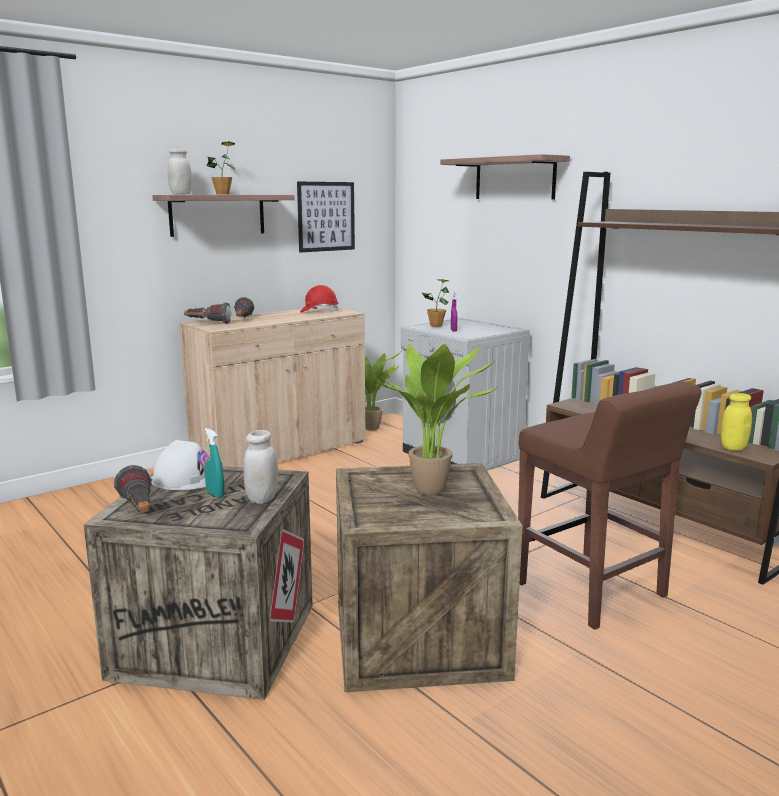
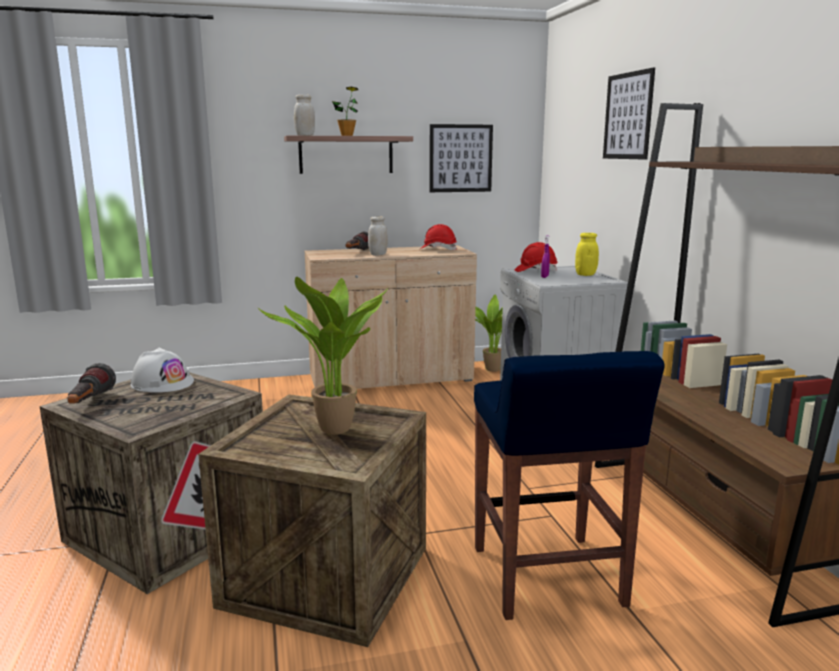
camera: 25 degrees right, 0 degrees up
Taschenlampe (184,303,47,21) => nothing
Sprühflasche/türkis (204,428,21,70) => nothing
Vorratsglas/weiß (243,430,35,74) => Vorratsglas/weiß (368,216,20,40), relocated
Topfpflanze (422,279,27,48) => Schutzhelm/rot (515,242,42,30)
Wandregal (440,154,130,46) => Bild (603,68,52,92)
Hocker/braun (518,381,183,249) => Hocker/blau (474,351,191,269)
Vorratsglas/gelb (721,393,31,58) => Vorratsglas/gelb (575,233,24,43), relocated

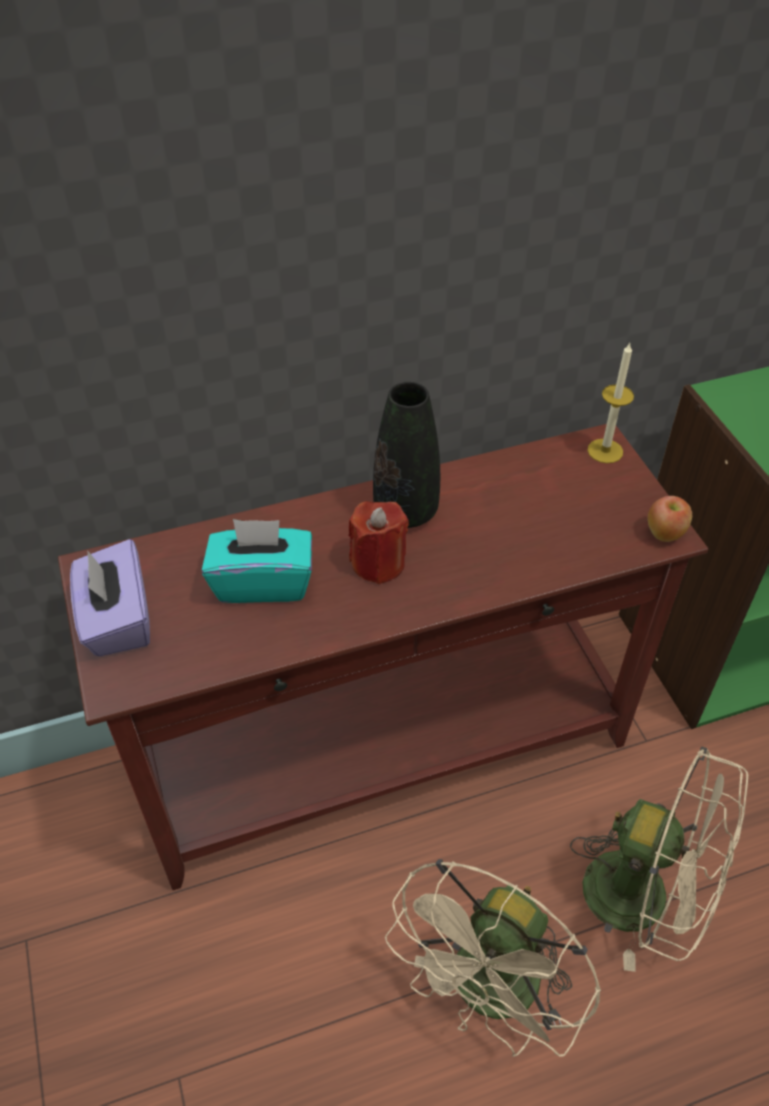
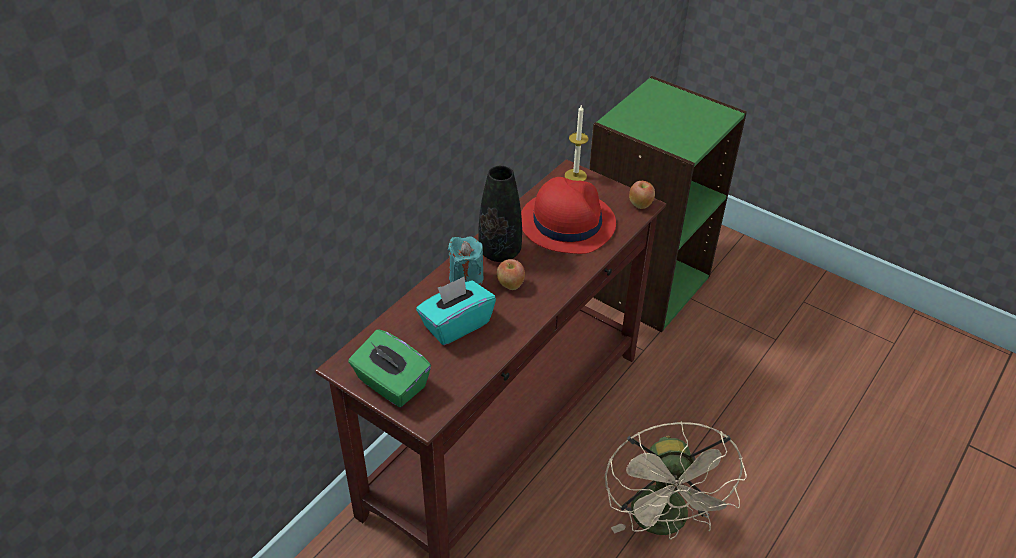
camera: 35 degrees left, 5 degrees down
Taschentuchbox/lila (70,539,80,118) => Taschentuchbox/grün (348,329,83,78)
Kerze/rot (349,501,60,83) => Apfel (497,259,28,31)
Ventilator/beige (570,747,178,225) => nothing
nothing => Kerze/türkis (448,236,36,49)
nothing => Hut/rot (521,177,95,77)

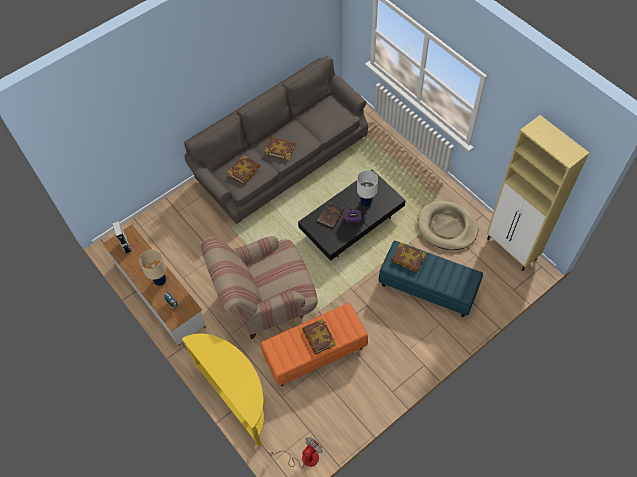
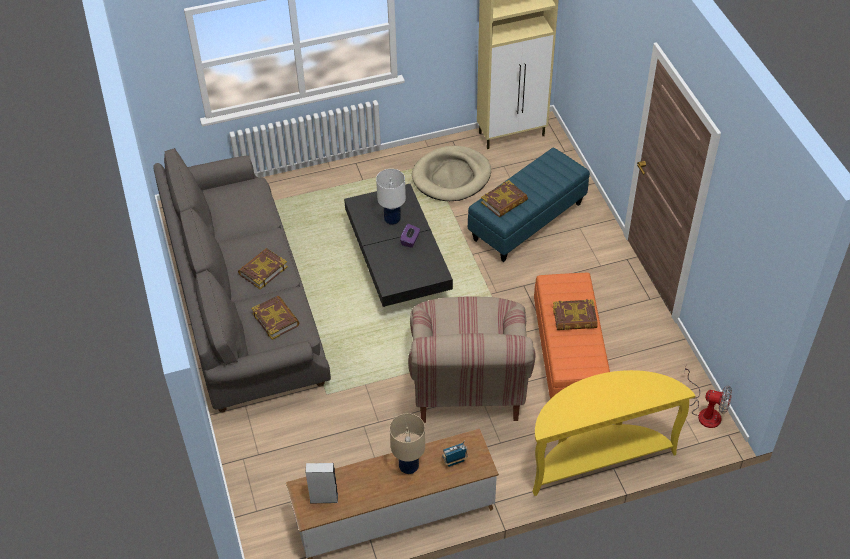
camera: 70 degrees left, 10 degrees down
Ventilator (268,437,55,31) => Ventilator (684,367,48,61), 135 degrees clockwise
Buch/braun (317,202,27,26) => nothing

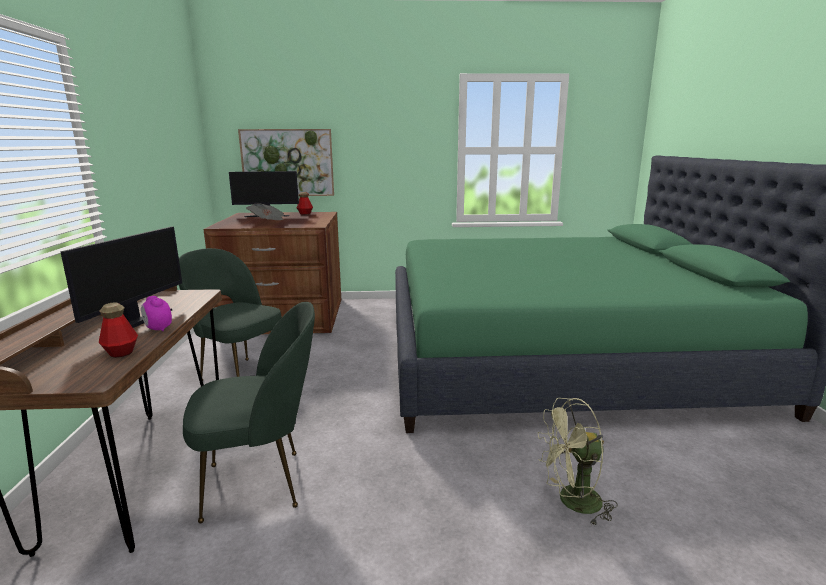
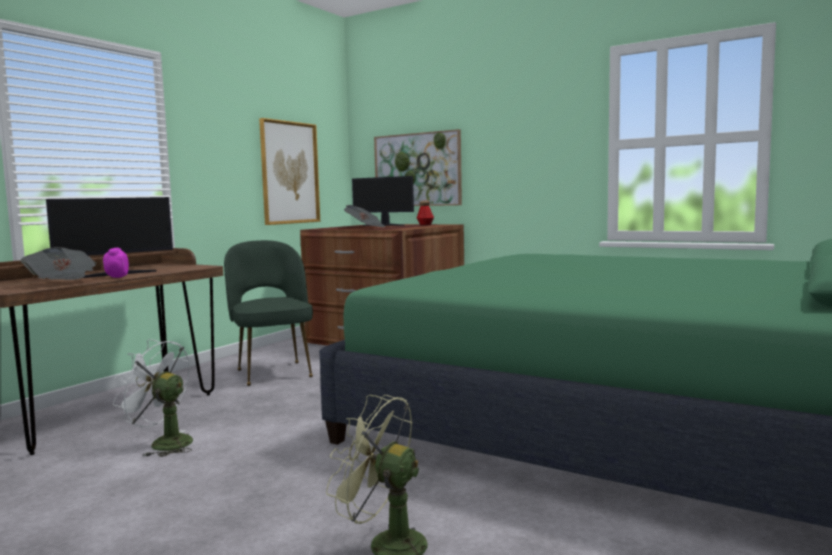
camera: 35 degrees right, 10 degrees down
Flasche (99,302,39,56) => Zeitung (20,247,77,33)
Stuhl/grün (183,302,132,221) => Ventilator/weiß (113,339,80,118)
nothing => Bild (259,118,61,107)

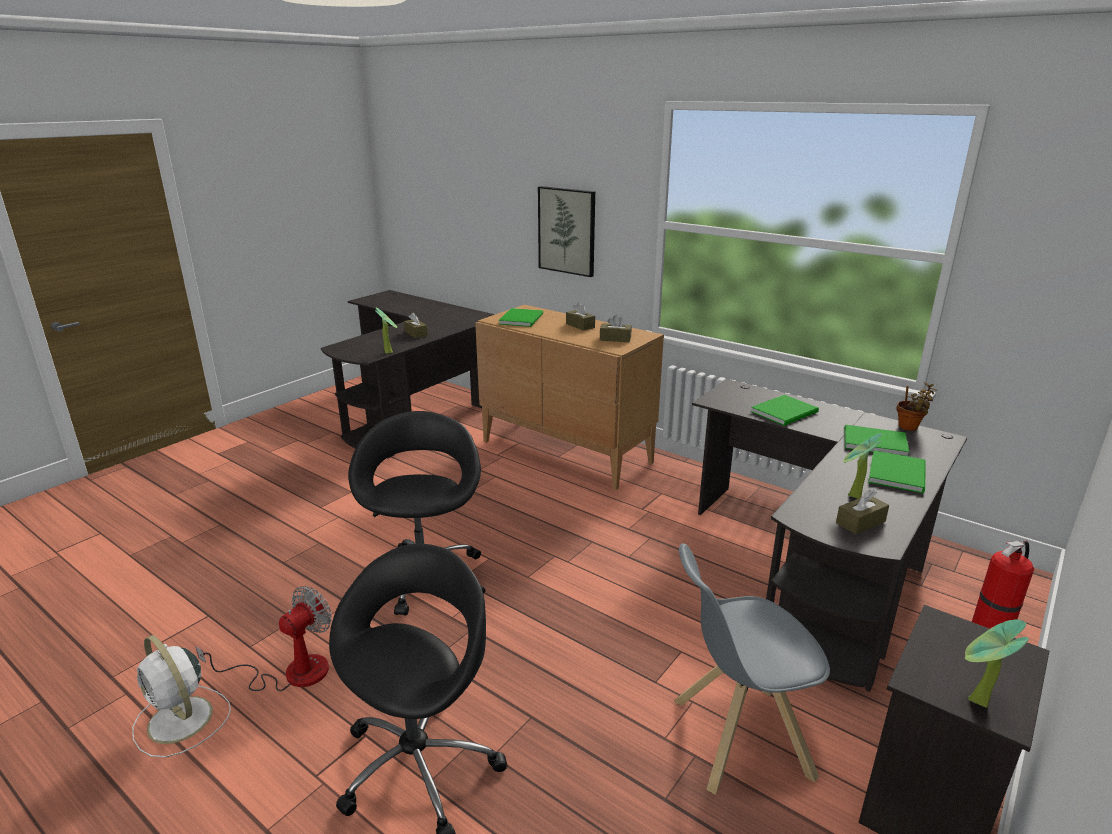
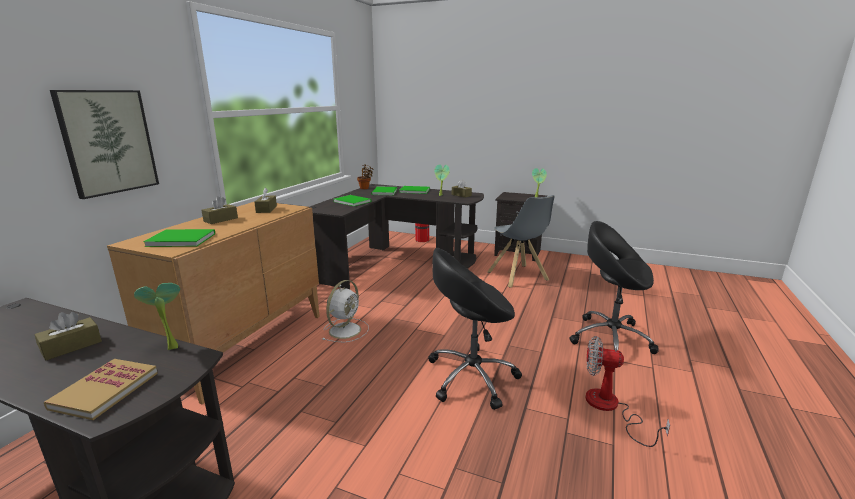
camera: 105 degrees left, 5 degrees down
Ventilator/weiß (132,635,99,122) => Ventilator/weiß (322,280,47,63), relocated
nothing => Buch (44,359,114,61)

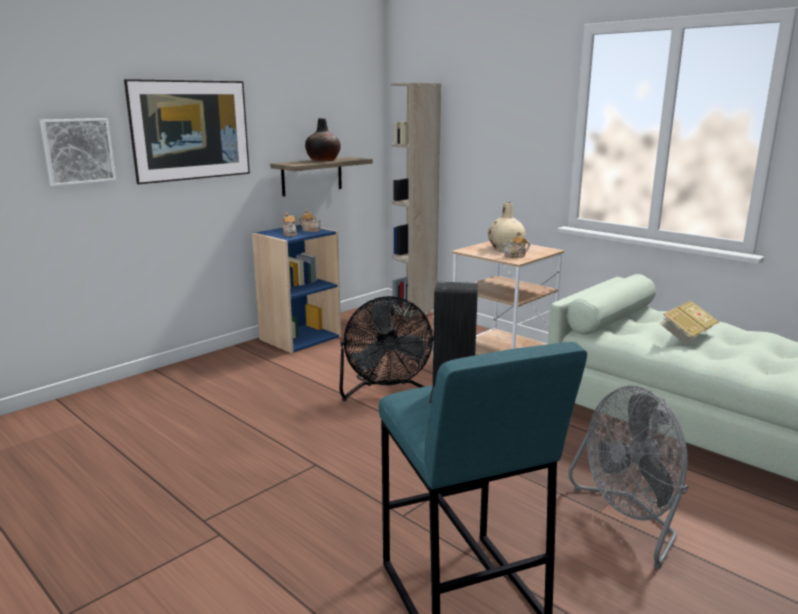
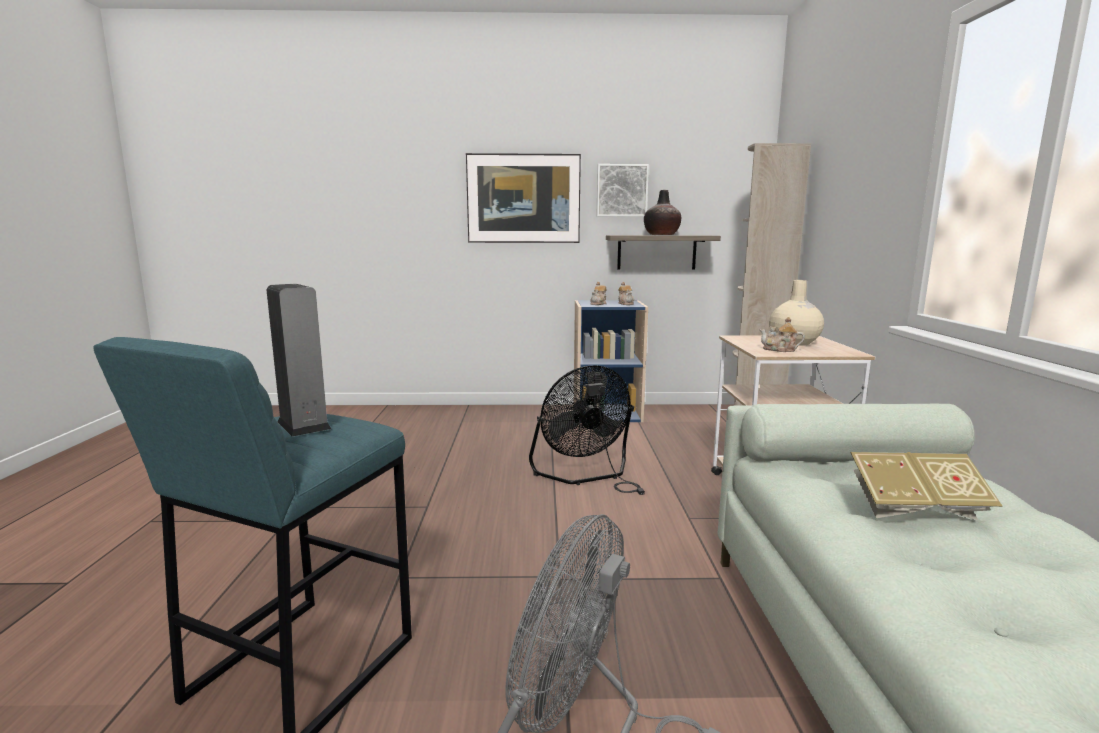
camera: 45 degrees right, 5 degrees down
Bild (39,118,77,68) => Bild (597,164,52,53), relocated
Ventilator/schwarz (339,296,95,105) => Ventilator/schwarz (529,366,116,129), 120 degrees clockwise

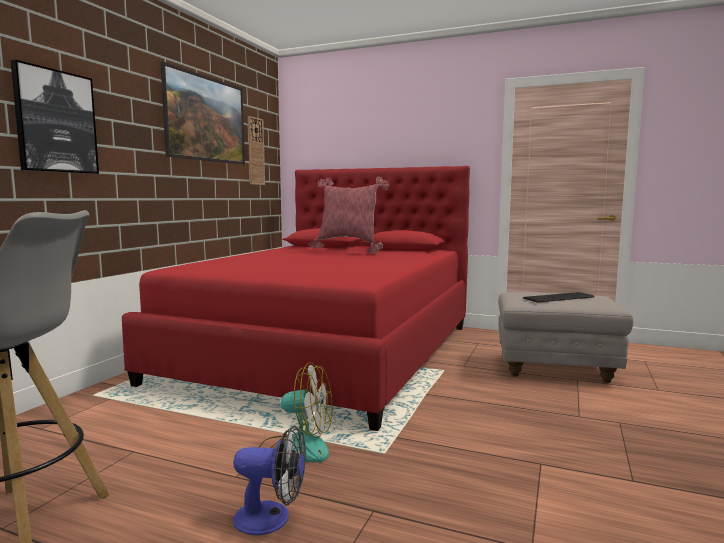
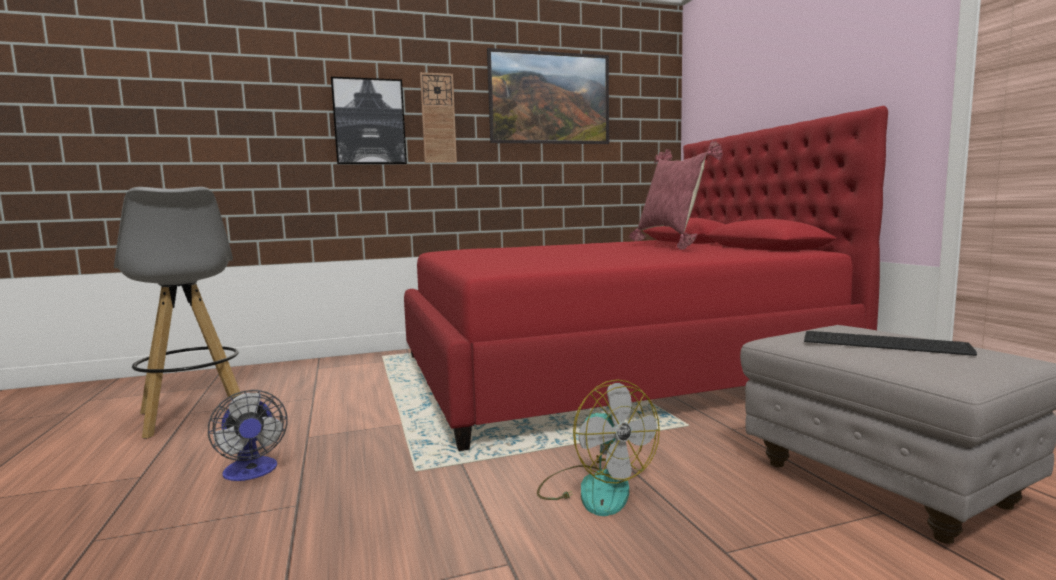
camera: 50 degrees right, 0 degrees up
Wanduhr (248,116,17,69) => Wanduhr (420,72,37,91), relocated
Ventilator (259,362,74,101) => Ventilator (537,379,123,137), relocated

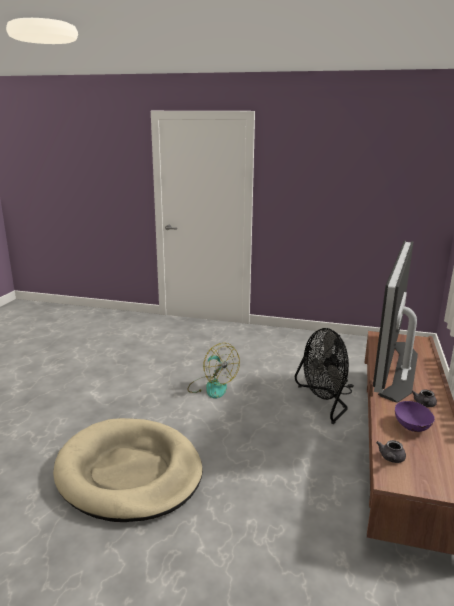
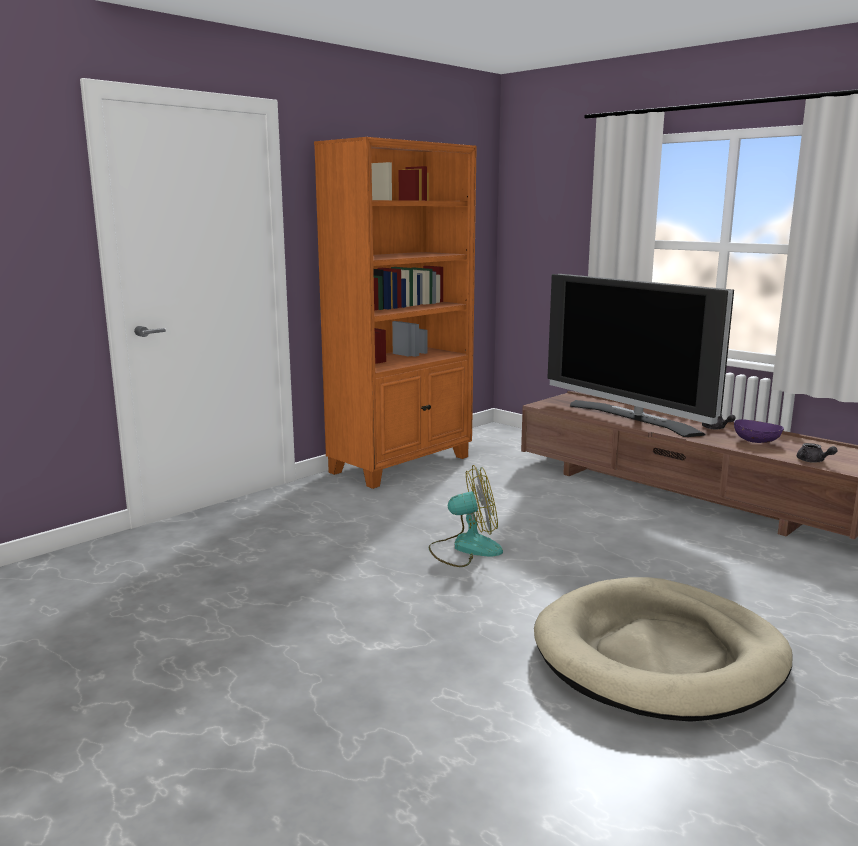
camera: 60 degrees left, 5 degrees down
Ventilator/schwarz (295,328,58,96) => nothing
nothing => Bücherregal/orange (314,137,163,352)

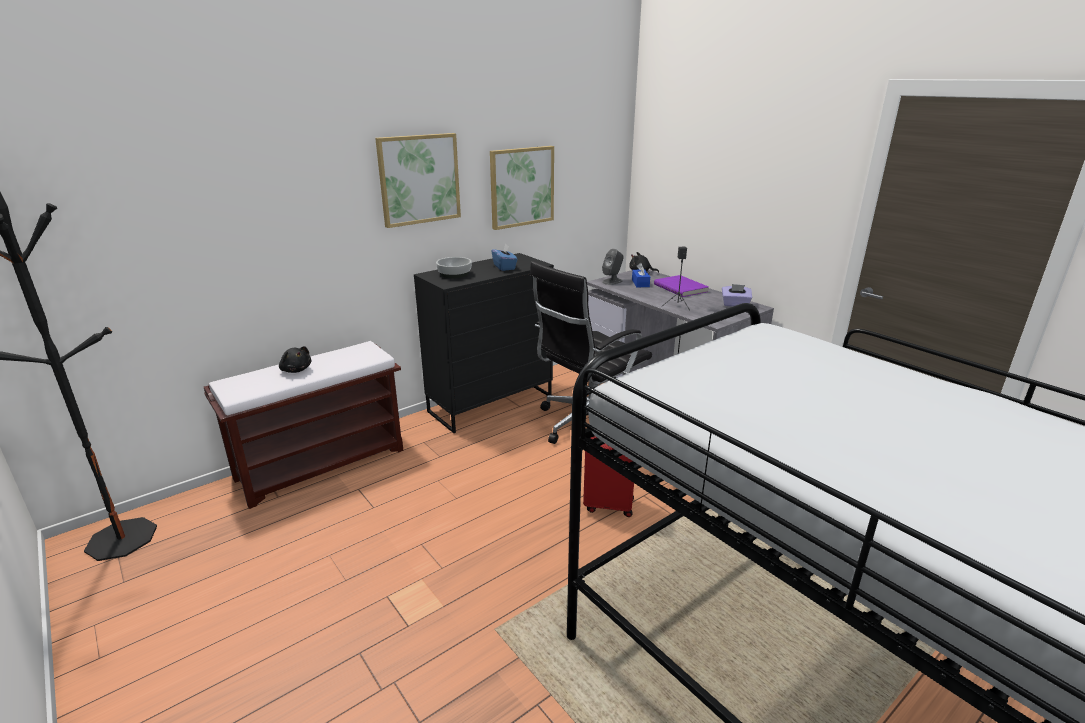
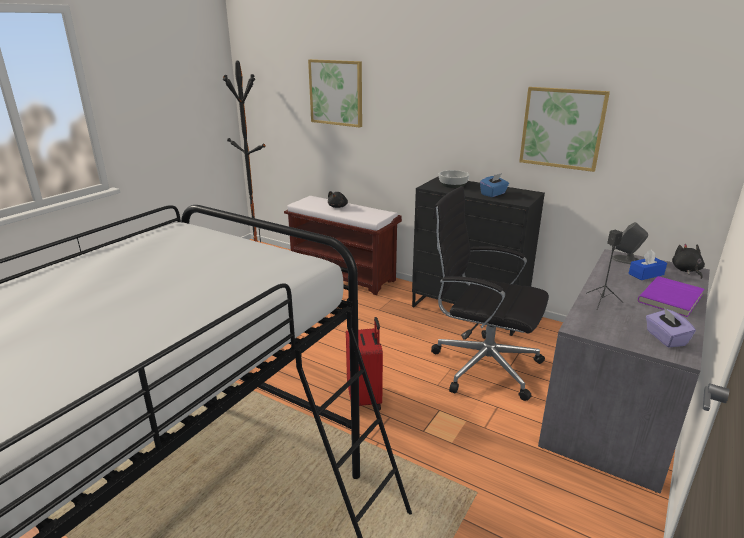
camera: 70 degrees right, 0 degrees up
Bild (375,133,86,95) => Bild (308,59,54,69), relocated

